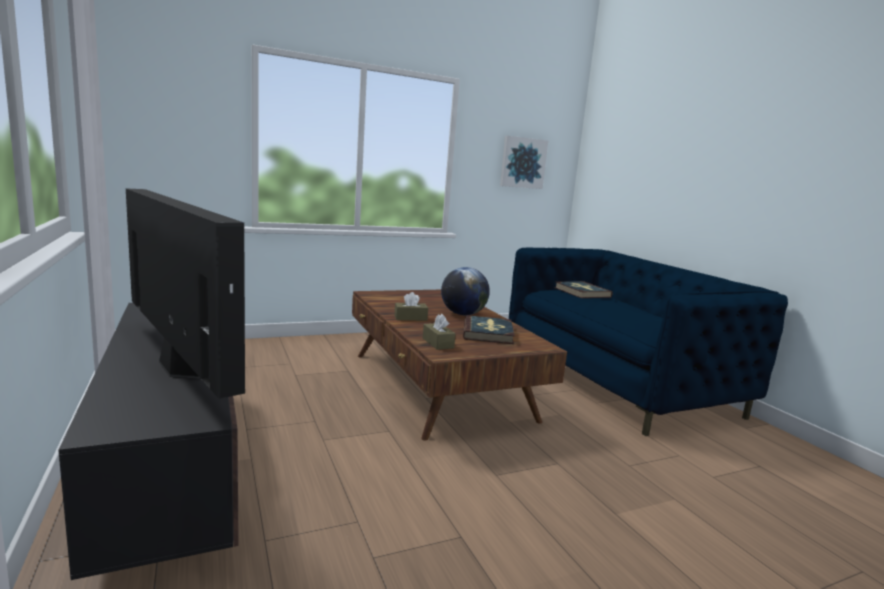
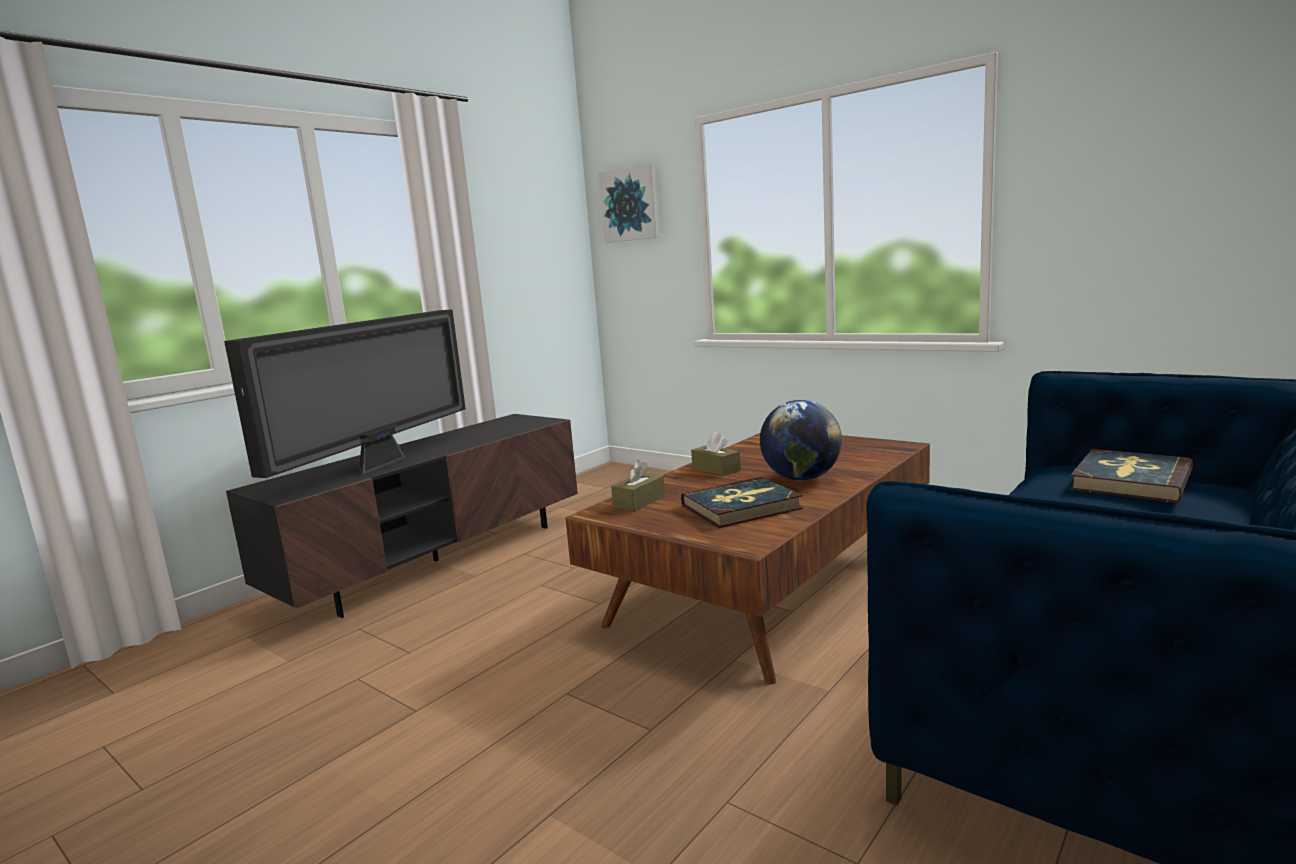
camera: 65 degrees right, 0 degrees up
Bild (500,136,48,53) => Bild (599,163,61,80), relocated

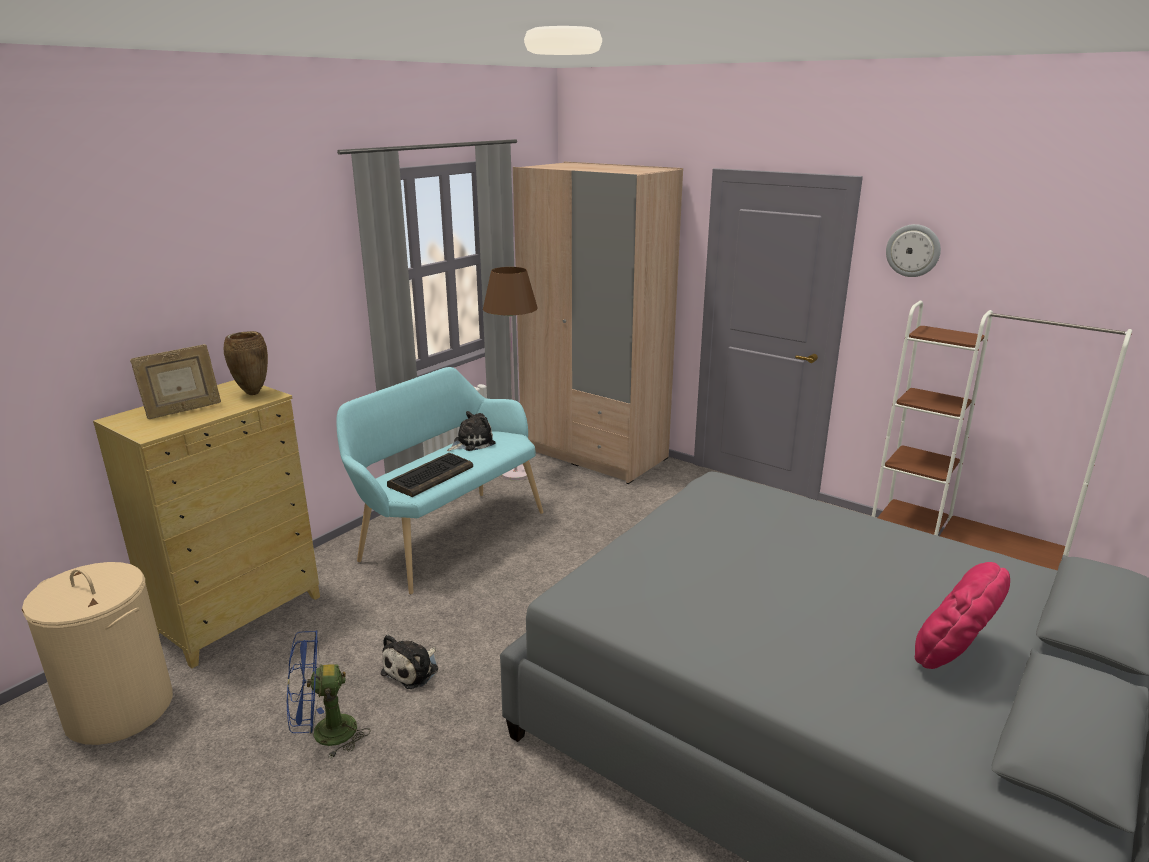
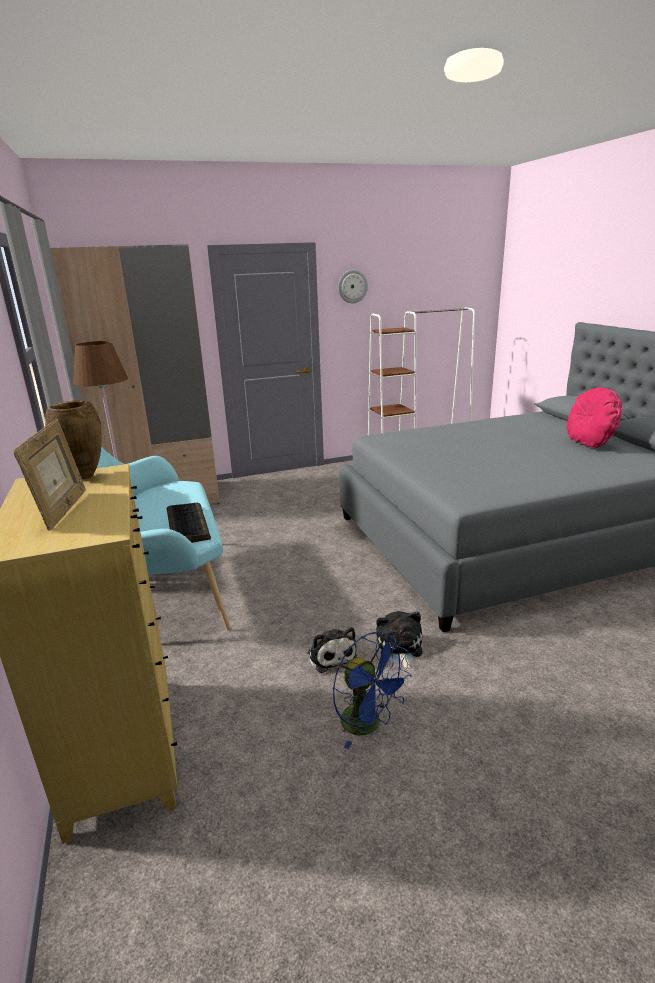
camera: 55 degrees left, 0 degrees up
Wäschekorb/beige (22,562,151,183) => nothing
Ventilator/blau (287,630,84,128) => Ventilator/blau (333,632,79,117), 60 degrees counterclockwise
Plüschtier (447,411,49,40) => Plüschtier (376,611,47,59), relocated

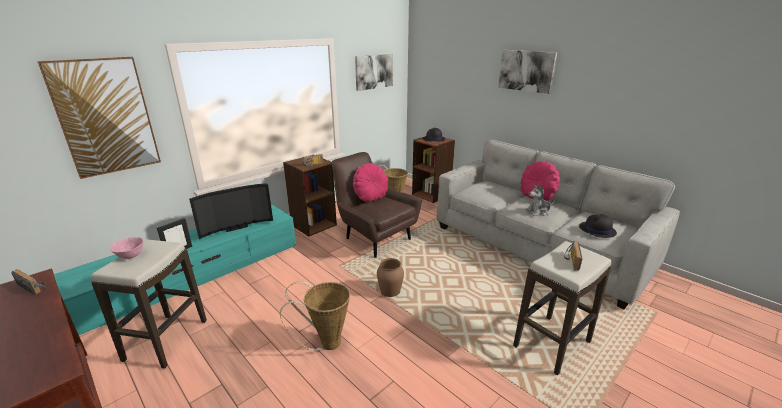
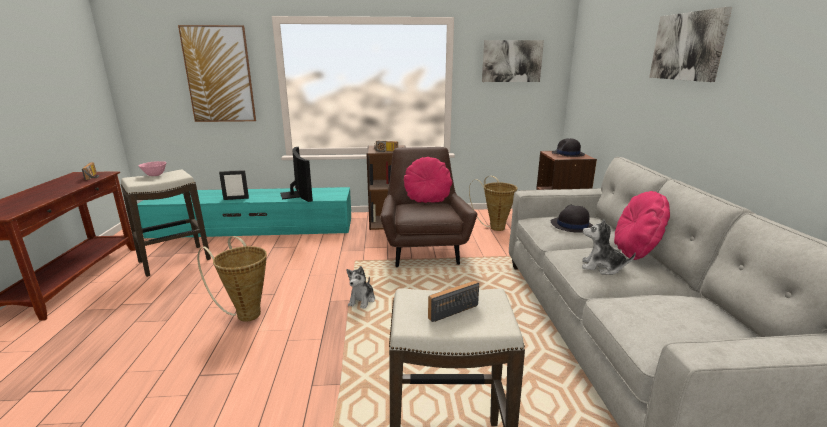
camera: 40 degrees right, 5 degrees down
Fernseher (189,183,84,56) => Fernseher (280,147,33,55), 120 degrees counterclockwise
Vase/braun (377,258,27,39) => Plüschtier (346,266,29,43)
Hut/schwarz (579,214,38,24) => Hut/schwarz (551,205,42,28), relocated

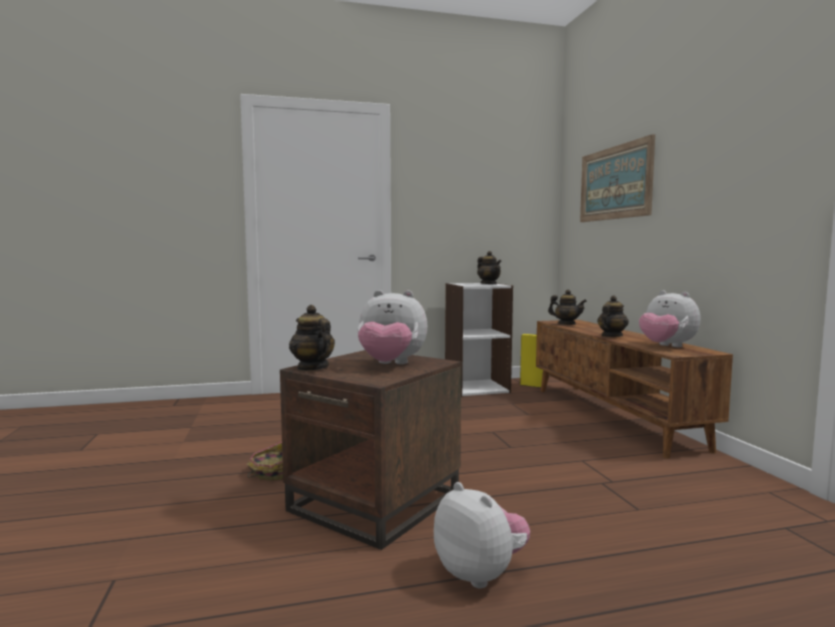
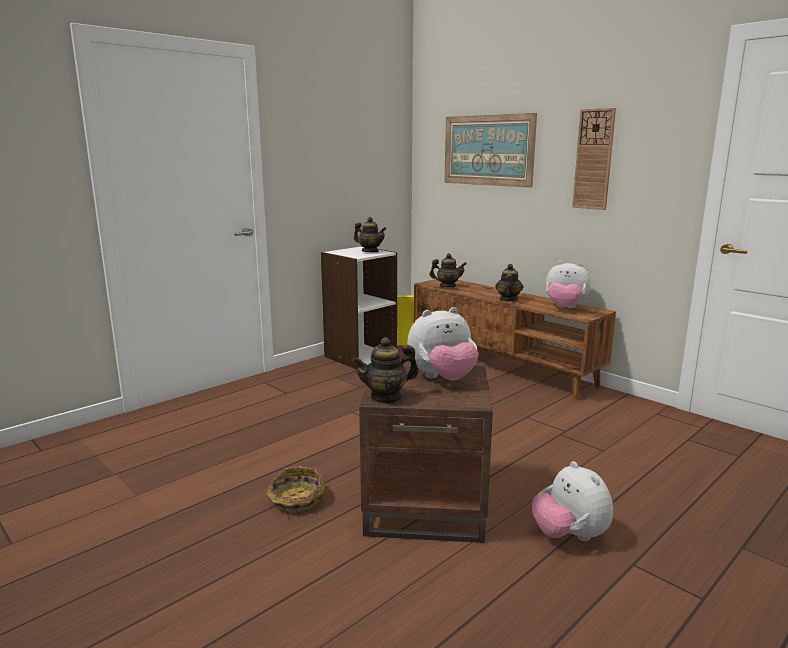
camera: 30 degrees left, 10 degrees up
Teekanne (289,305,46,66) => Teekanne (352,337,66,67), 45 degrees counterclockwise
Plüschtier (434,482,96,107) => Plüschtier (532,461,81,80), 135 degrees counterclockwise
nothing => Wanduhr (572,108,44,102)

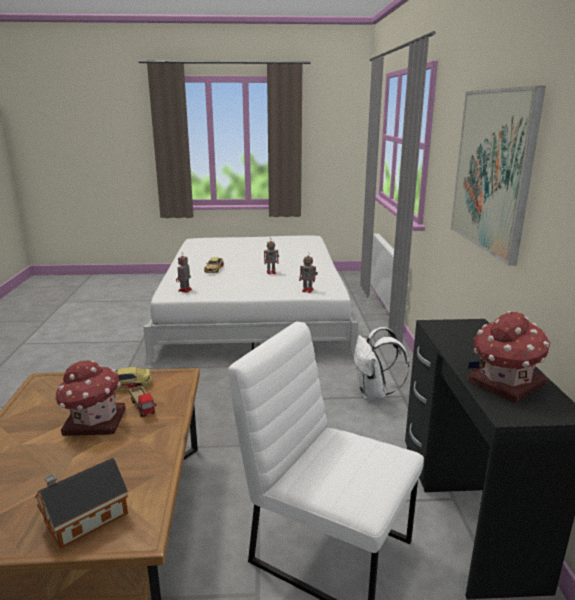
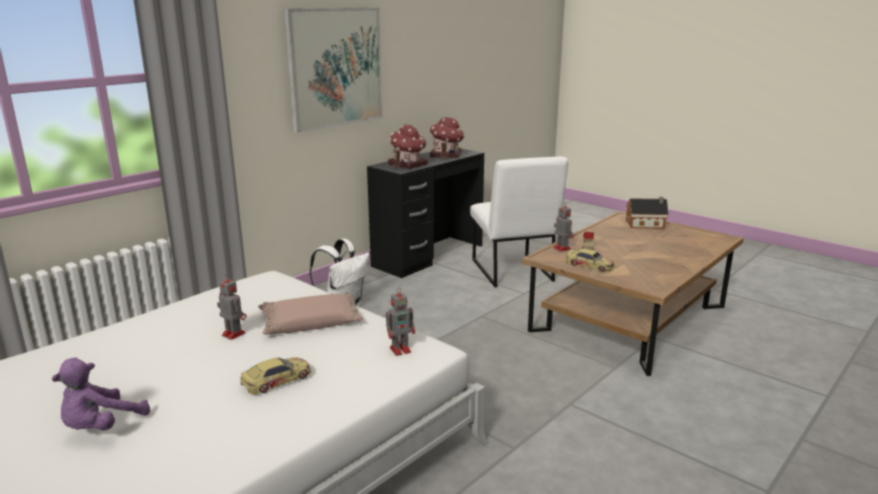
camera: 135 degrees left, 0 degrees up
Spielzeughaus (55,360,71,76) => Spielzeughaus (388,124,40,45), relocated
Spielzeugroboter (299,256,19,37) => Spielzeugroboter (554,203,20,49), relocated
nothing => Plüschtier/lila (52,357,98,74)
nothing => Kissen/beige (258,292,106,42)

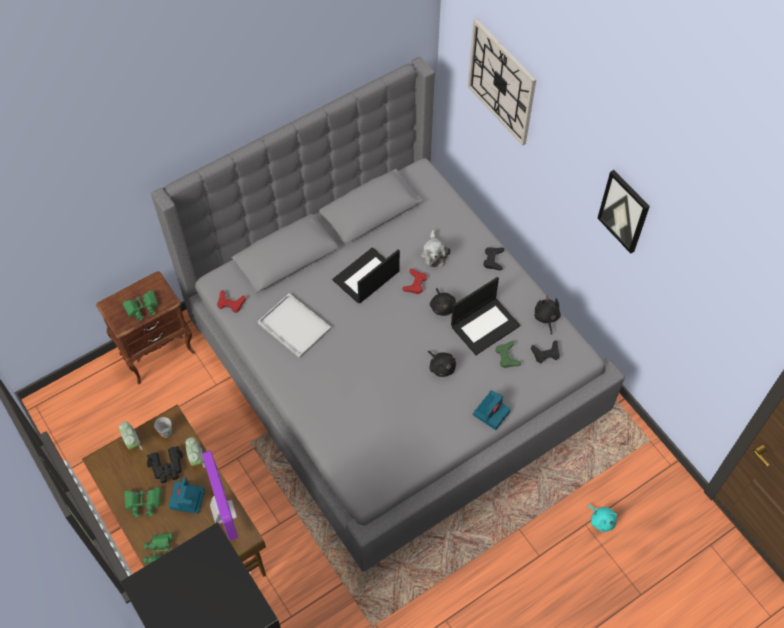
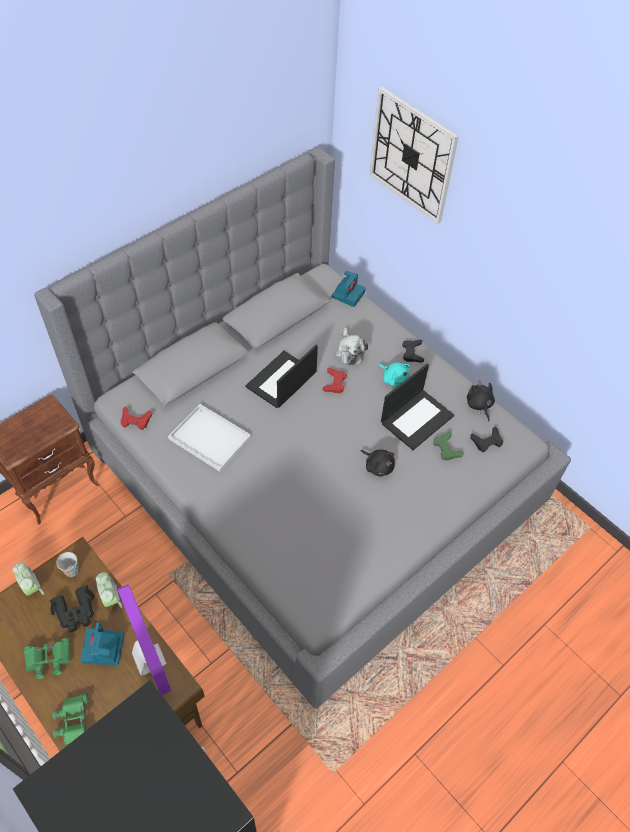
camera: 10 degrees left, 5 degrees down
Fernglas/grün (122,291,37,30) => nothing
Plüschtier/schwarz (430,288,26,28) => nothing
Kamera (473,390,38,40) => Kamera (331,271,35,36), relocated
Plüschtier/türkis (587,504,30,28) => Plüschtier/türkis (378,362,32,25), relocated
Bild (598,170,52,84) => nothing

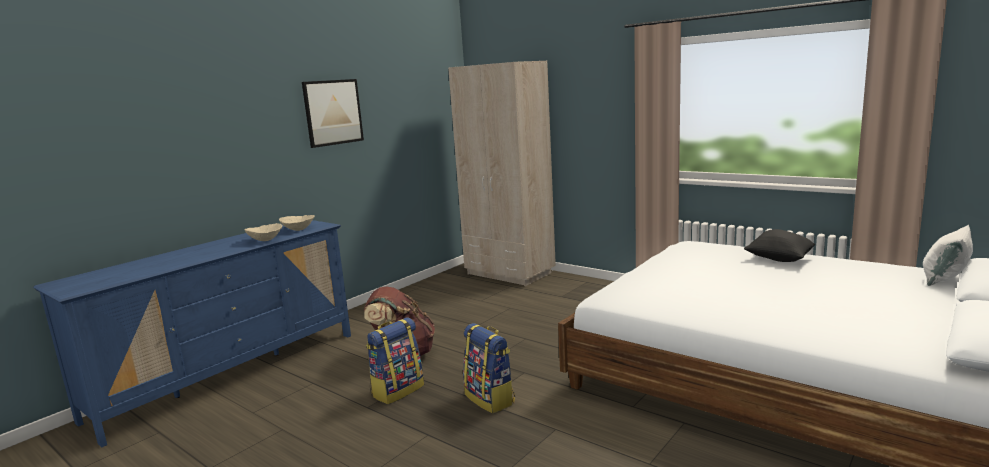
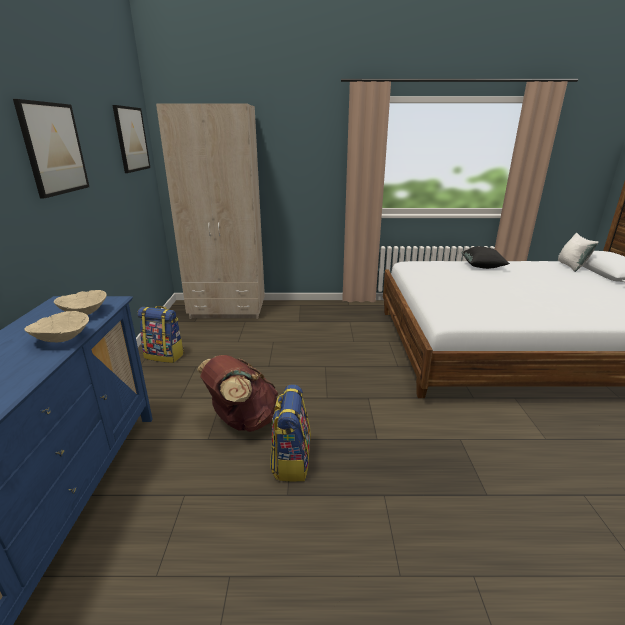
camera: 40 degrees left, 10 degrees up
Rucksack (463,323,52,91) => Rucksack (137,306,47,57), relocated
nothing => Bild (112,105,38,68)

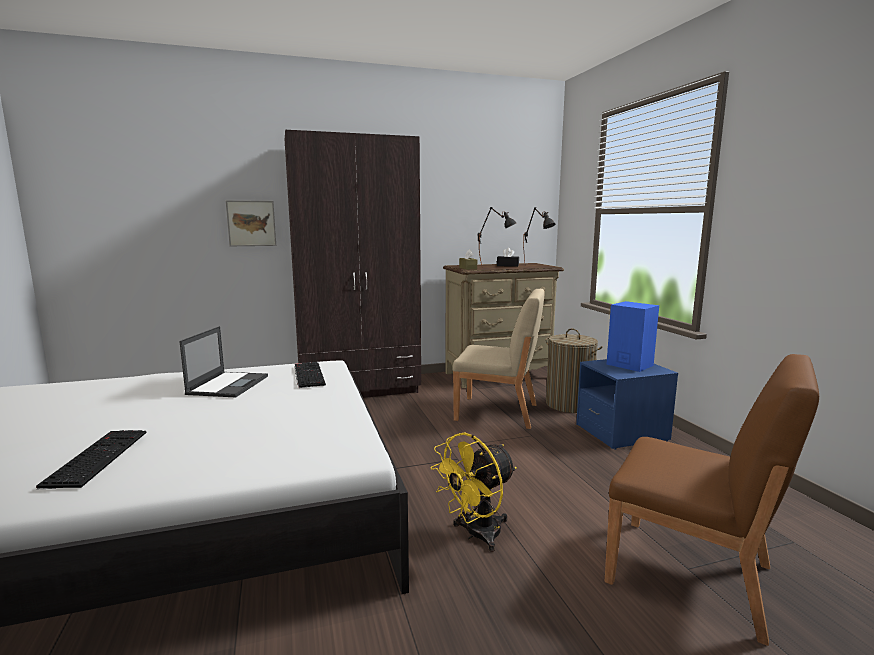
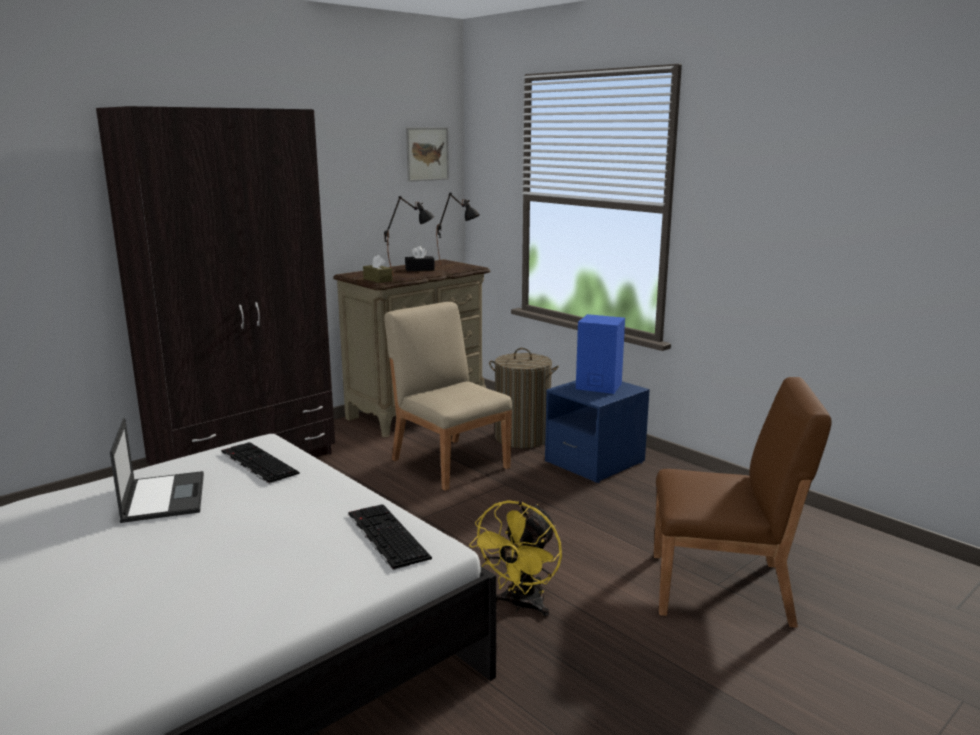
camera: 25 degrees left, 5 degrees up
Tastatur (36,430,110,59) => Tastatur (349,504,83,66), relocated
Bild (225,200,51,46) => Bild (406,128,43,54), relocated
Stuhl/beige (453,289,92,140) => Stuhl/beige (384,302,129,189), 120 degrees counterclockwise

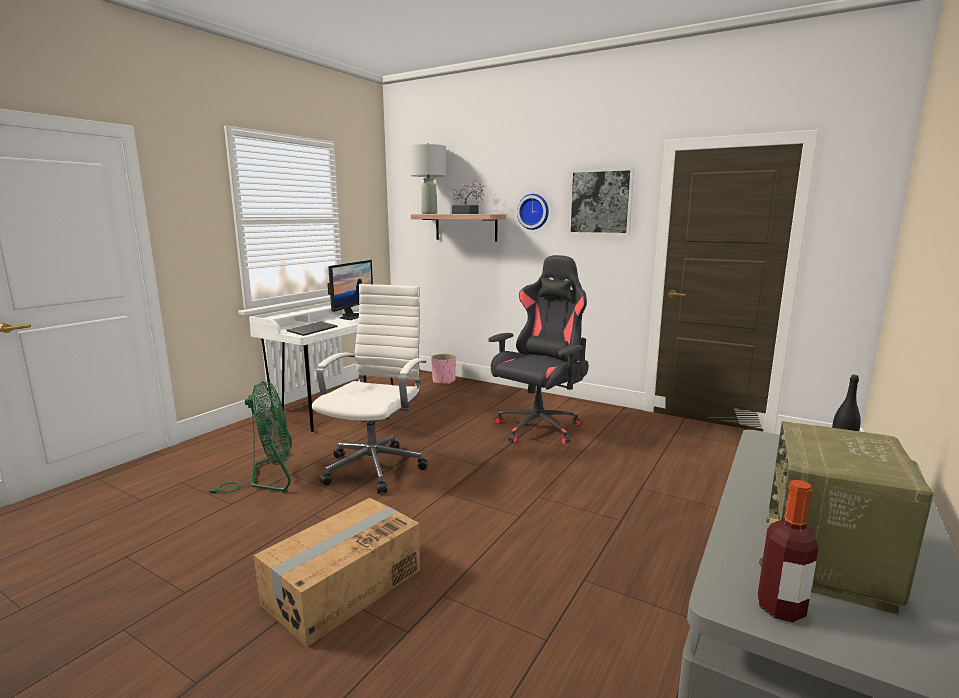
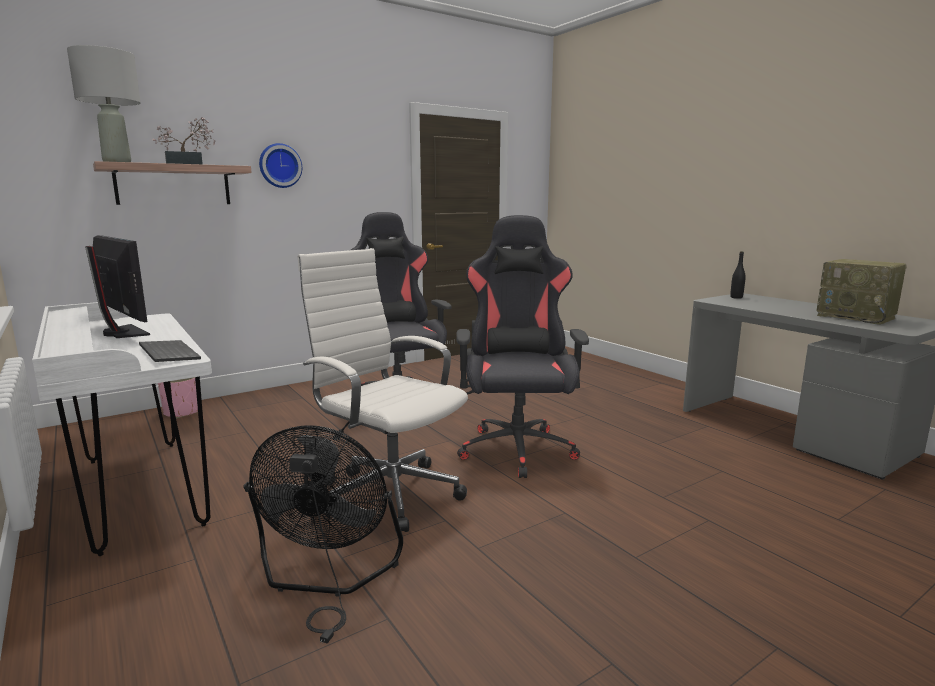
camera: 65 degrees left, 0 degrees up
Ventilator/grün (209,381,83,113) => Ventilator/schwarz (243,425,160,218)
Karton (254,498,166,149) => nothing
Bild (568,168,66,67) => nothing
Flasche (758,480,61,142) => nothing
nothing => Bürostuhl/schwarz (456,215,133,263)

